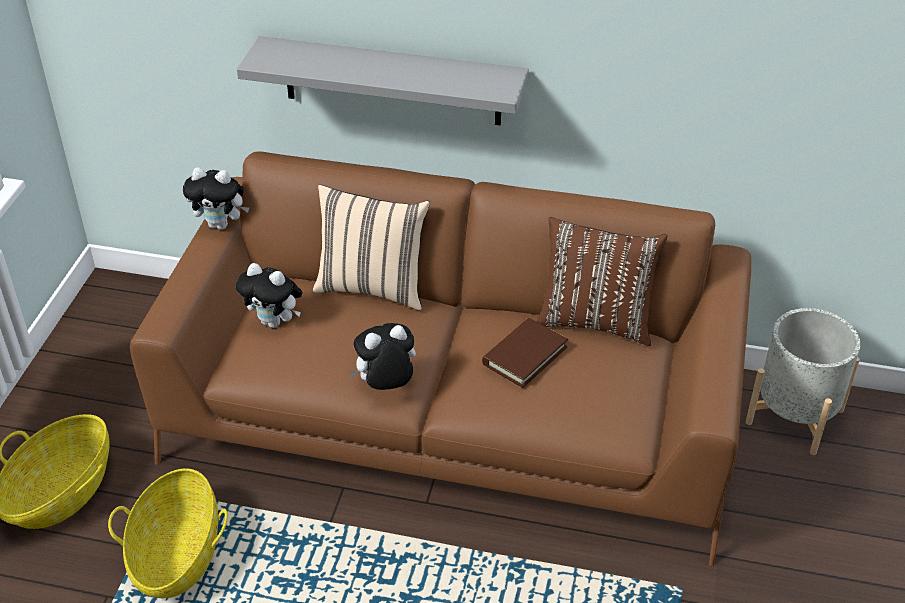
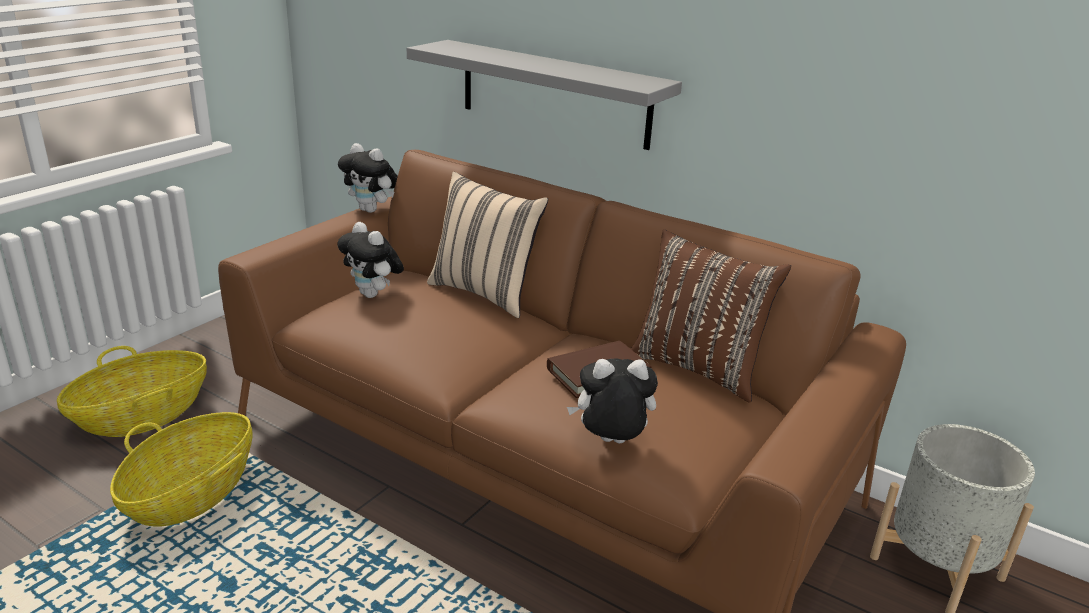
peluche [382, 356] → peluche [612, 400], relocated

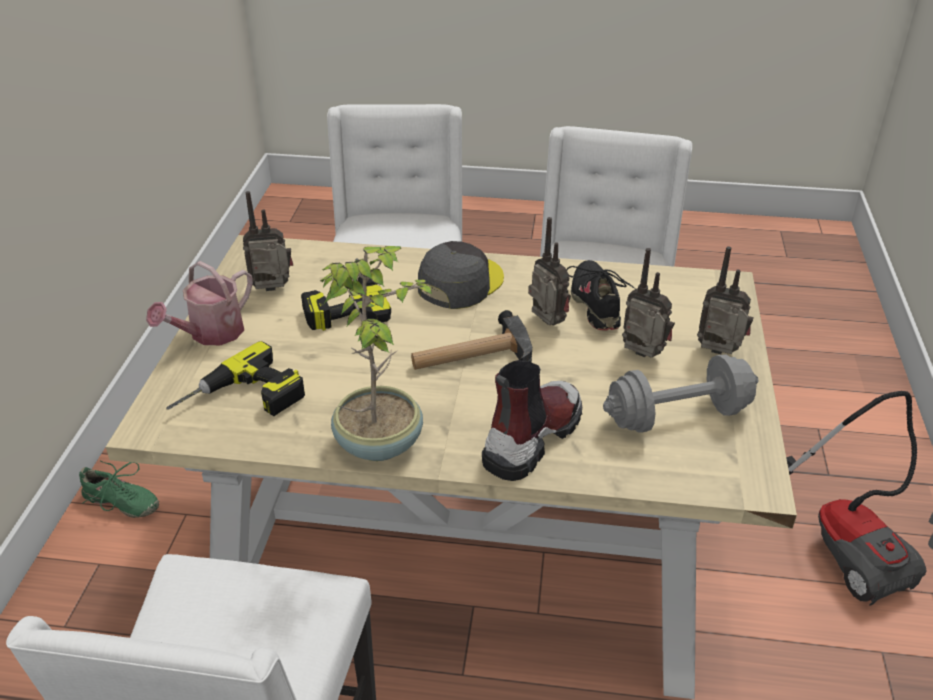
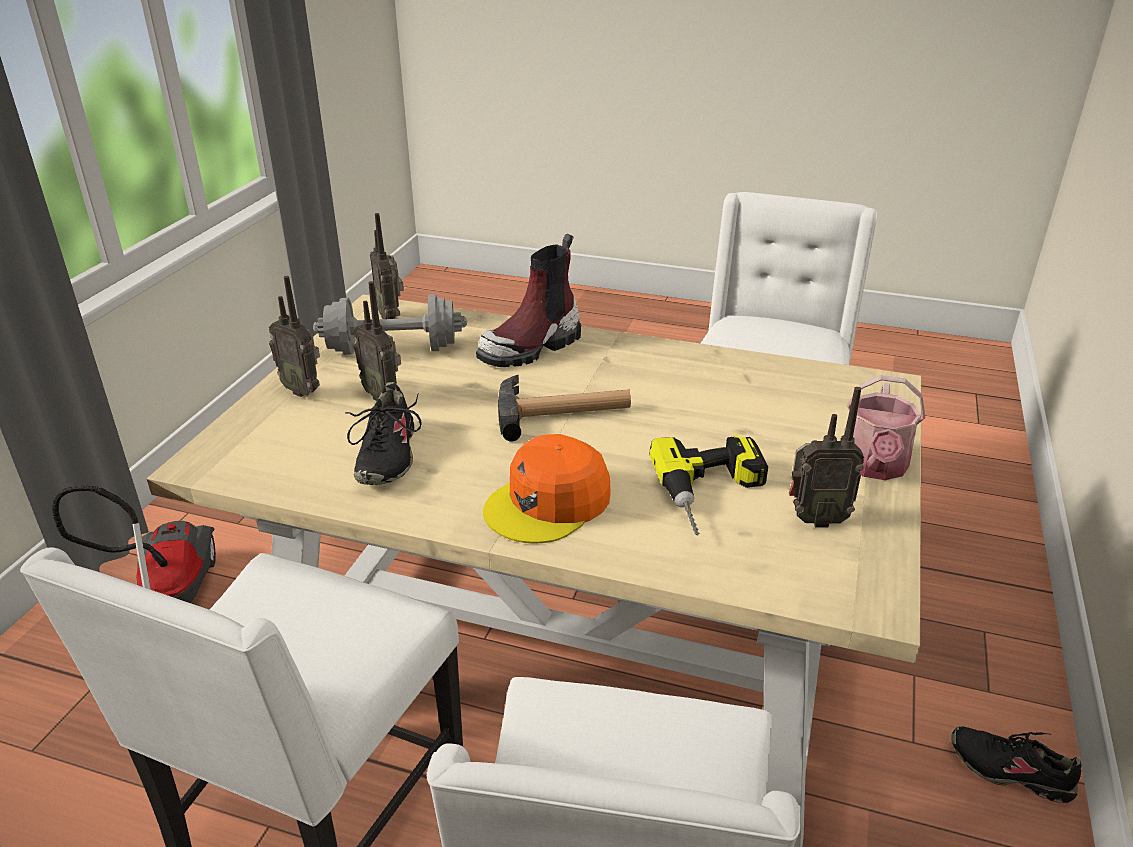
chaussure [vert] [119, 489] → chaussure [noir] [1016, 764]
arrosoir [199, 303] → arrosoir [886, 427], 150 degrees clockwise
perceuse [235, 378] → -
plante en pot [377, 353] → -
casquette [gris] [461, 275] → casquette [orange] [547, 489]
radio [549, 271] → radio [387, 266], relocated

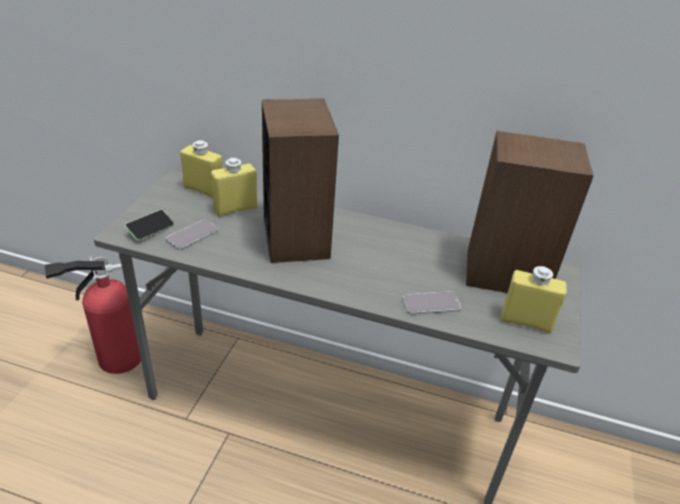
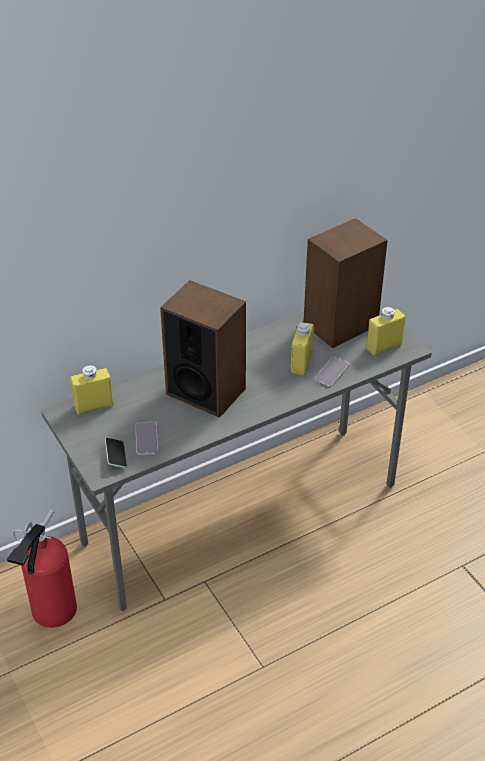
bouteille [jaune] [234, 187] → bouteille [jaune] [302, 348], relocated

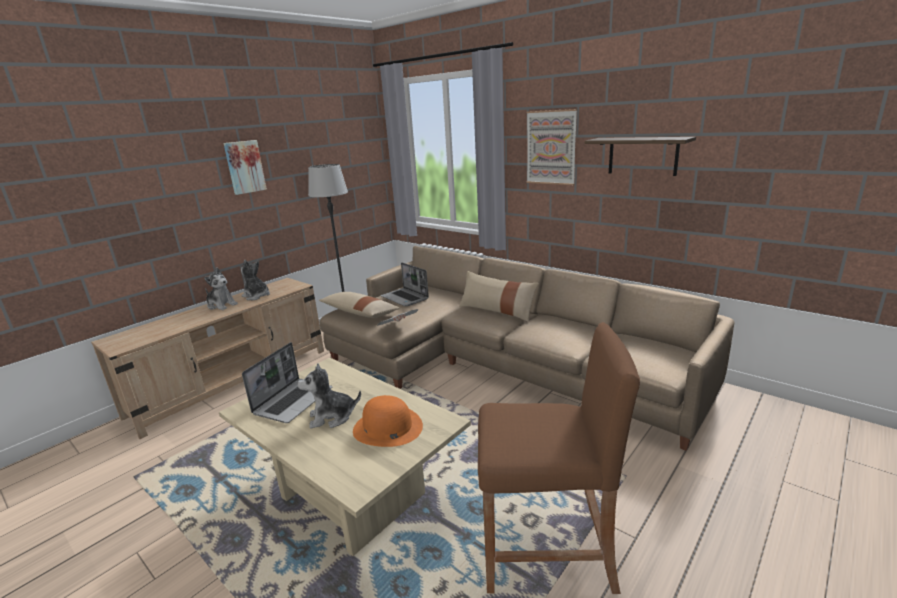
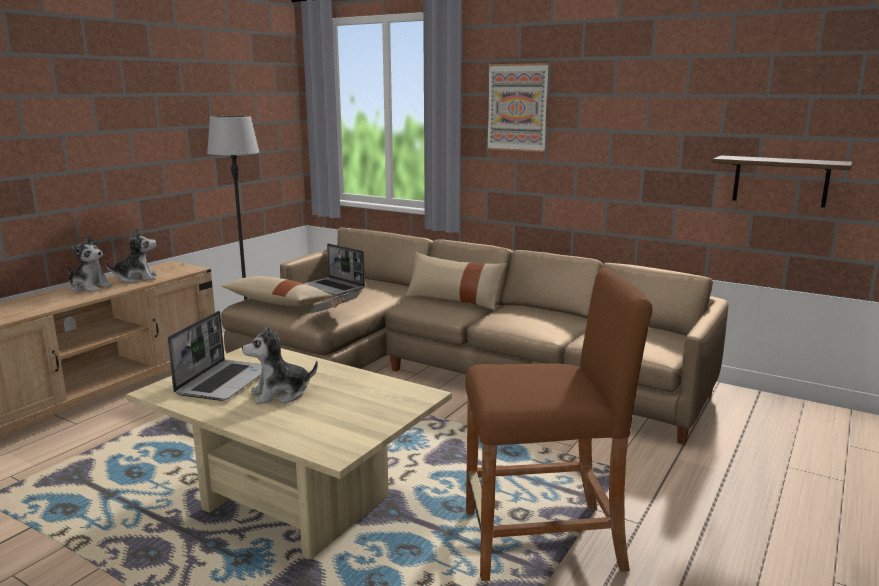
tableau [245, 167] → -
peluche [255, 280] → peluche [131, 255], 135 degrees clockwise
chapeau [orange] [388, 421] → -
étagère [640, 156] → étagère [782, 181], relocated

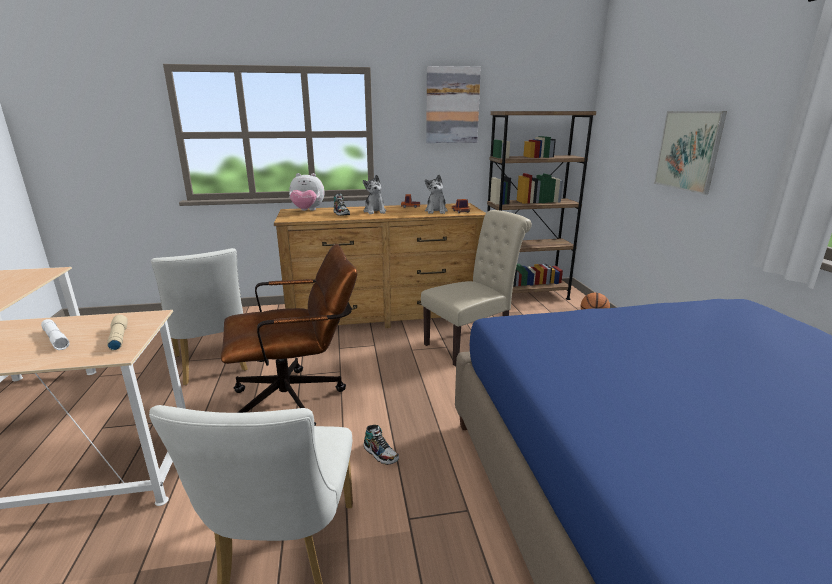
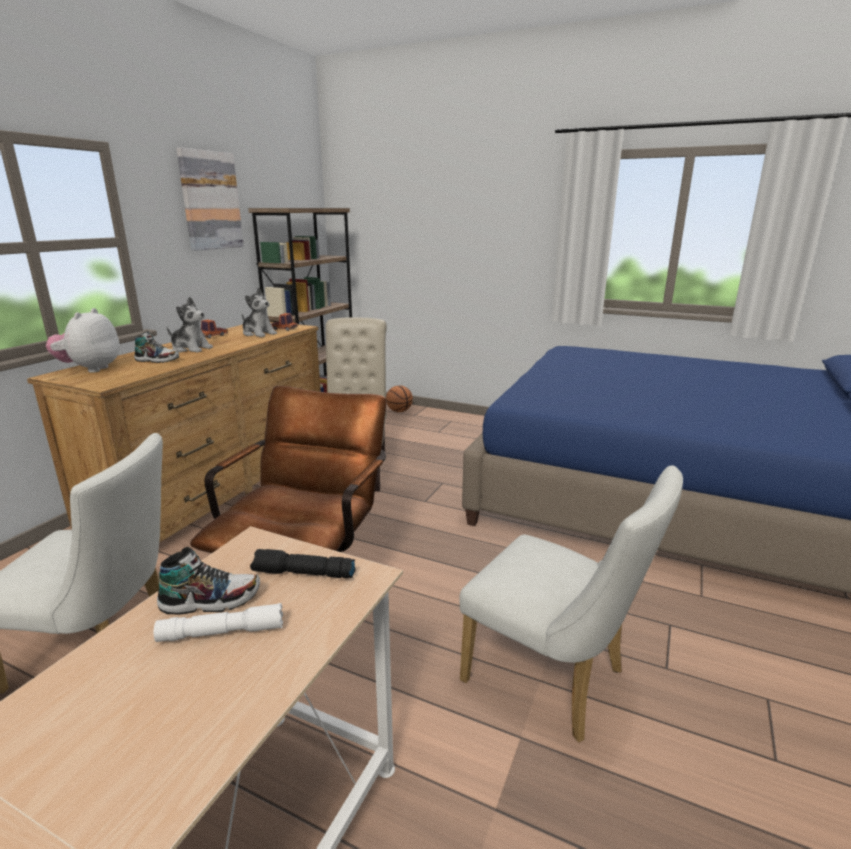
lampe de poche [beige] [117, 332] → lampe de poche [noir] [303, 563]
peluche [306, 192] → peluche [83, 340], 150 degrees clockwise
chaussure [381, 445] → chaussure [208, 580], relocated
tableau [690, 153] → -

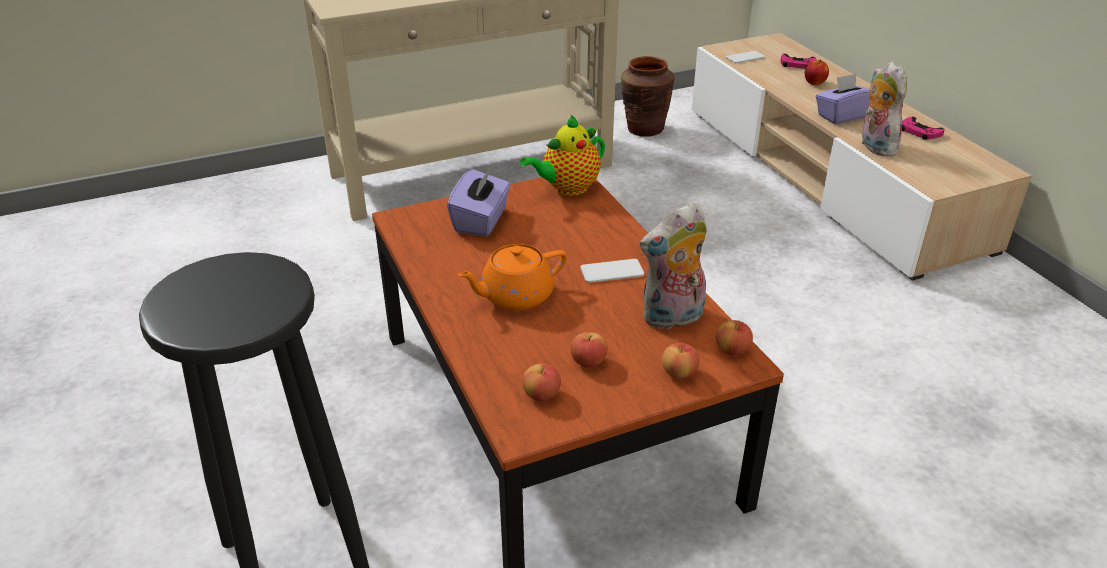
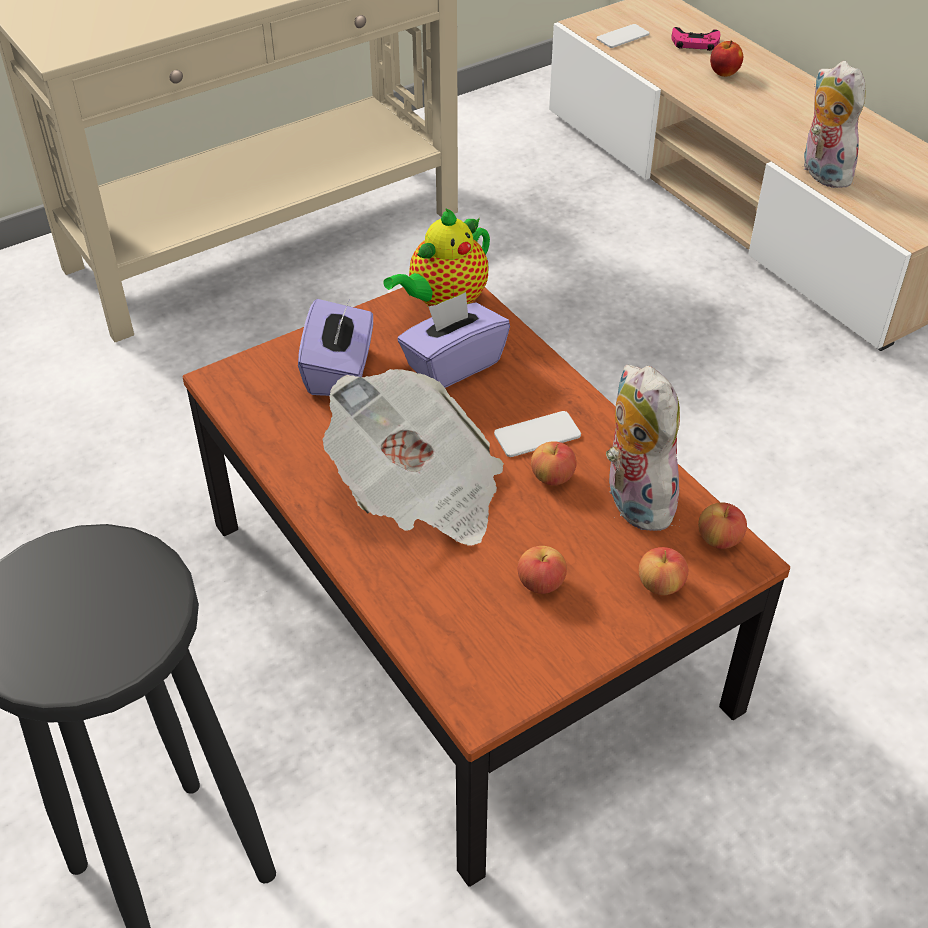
théière [orange] [512, 277] → journal [413, 457]
pomme [541, 382] → pomme [554, 463], relocated
vase [marron] [648, 96] → -
peluche [673, 266] → peluche [643, 448], 105 degrees clockwise
boîte à mouchoirs [violet] [843, 99] → boîte à mouchoirs [violet] [454, 340], relocated
manette [rose] [923, 128] → -

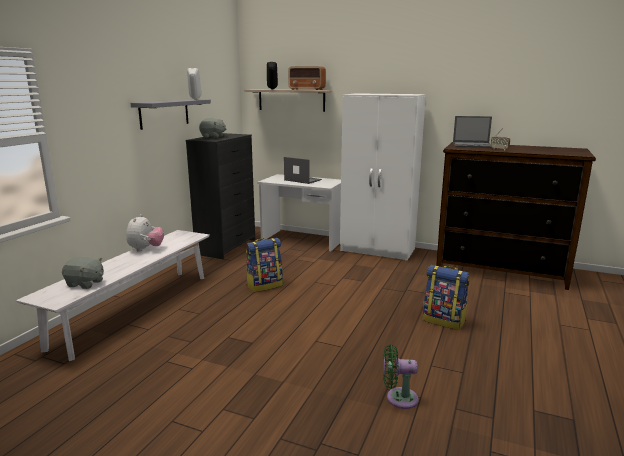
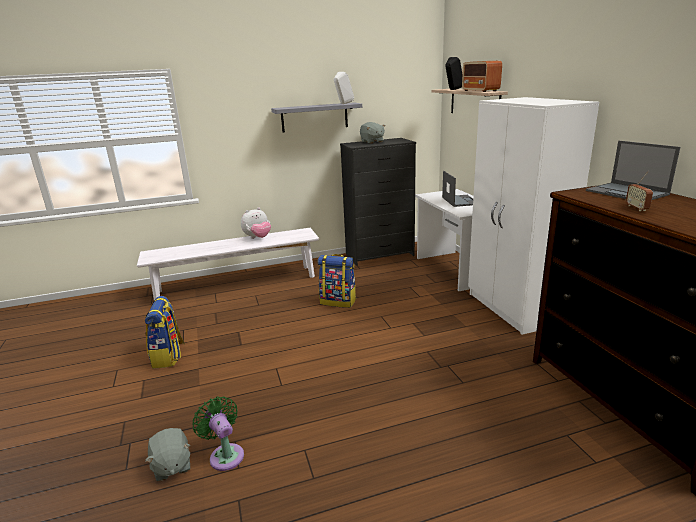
peluche [gris] [83, 273] → peluche [gris] [168, 454], relocated
sac à dos [446, 297] → sac à dos [165, 332], relocated

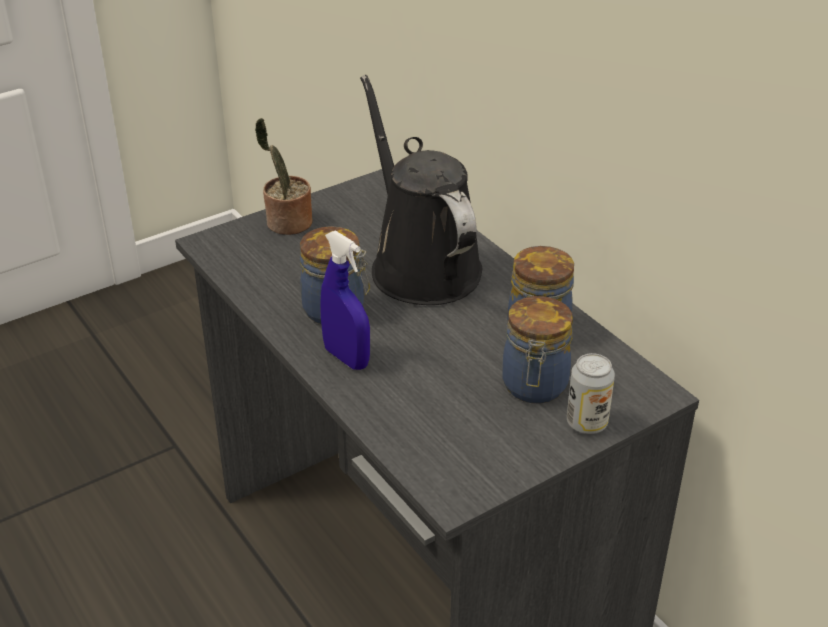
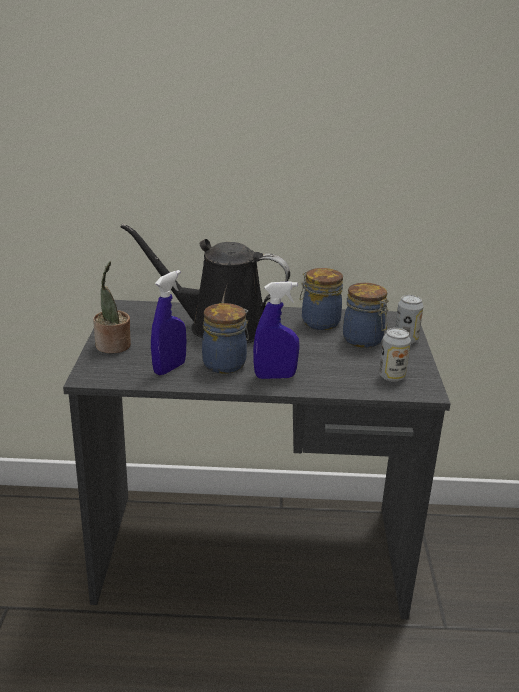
- → vaporisateur [bleu] [168, 322]
- → boîte métallique [395, 355]

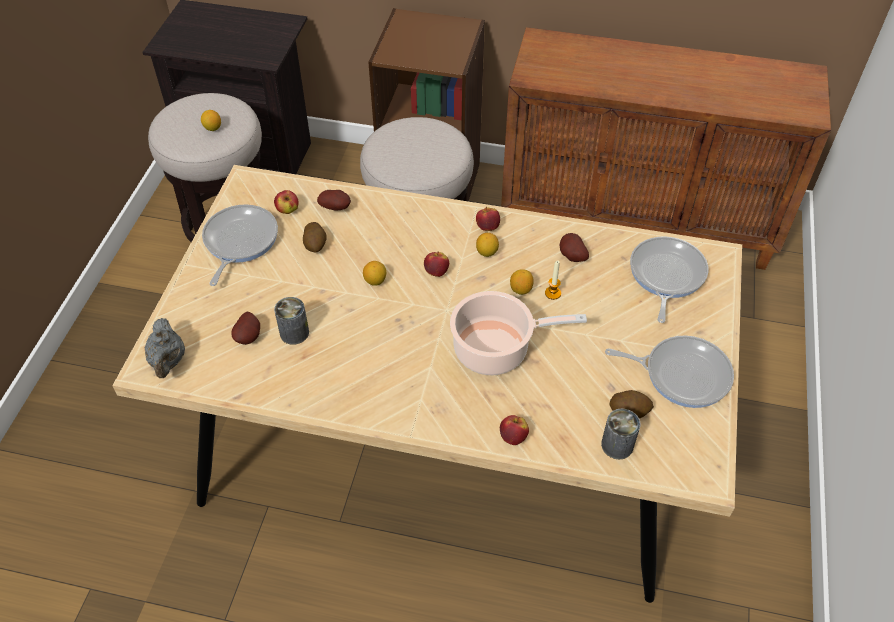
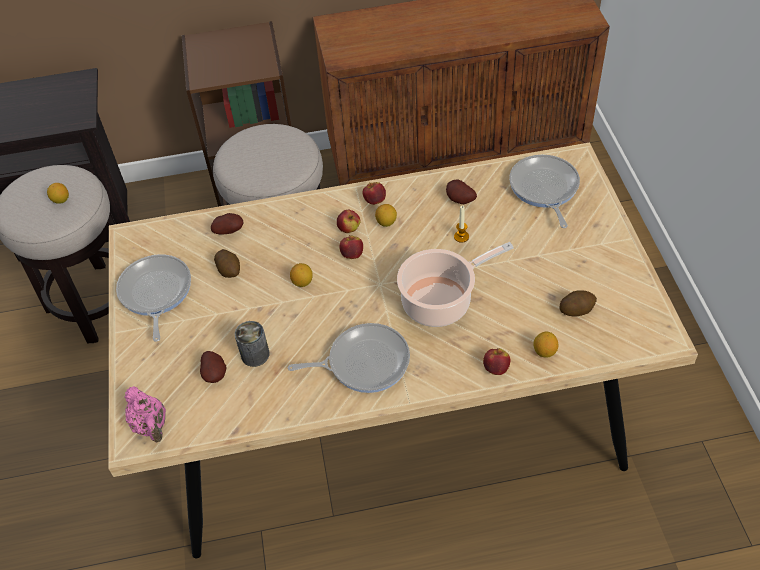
théière [gris] [165, 348] → théière [rose] [145, 414]
pomme [286, 202] → pomme [349, 221], relocated
citron [522, 282] → citron [546, 344], relocated
boîte métallique [620, 434] → -
poêle [669, 371] → poêle [349, 358], relocated

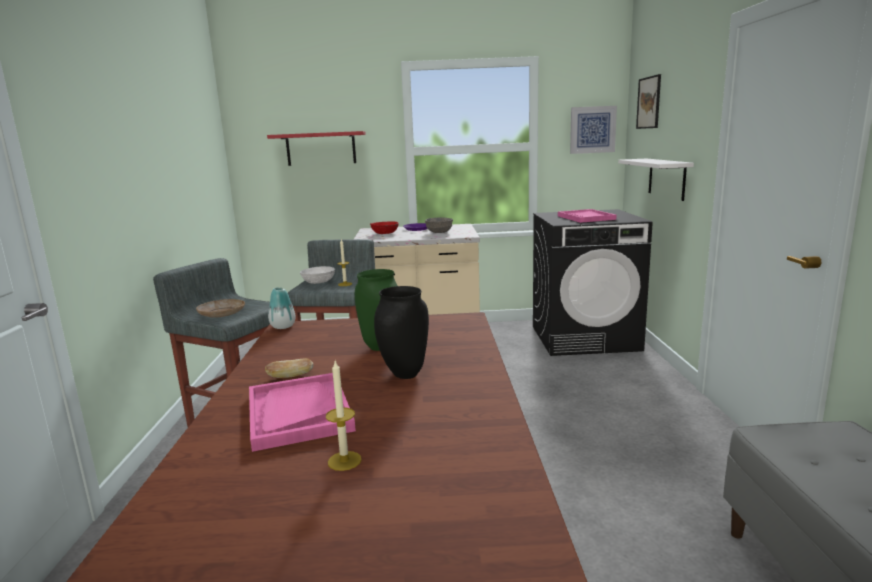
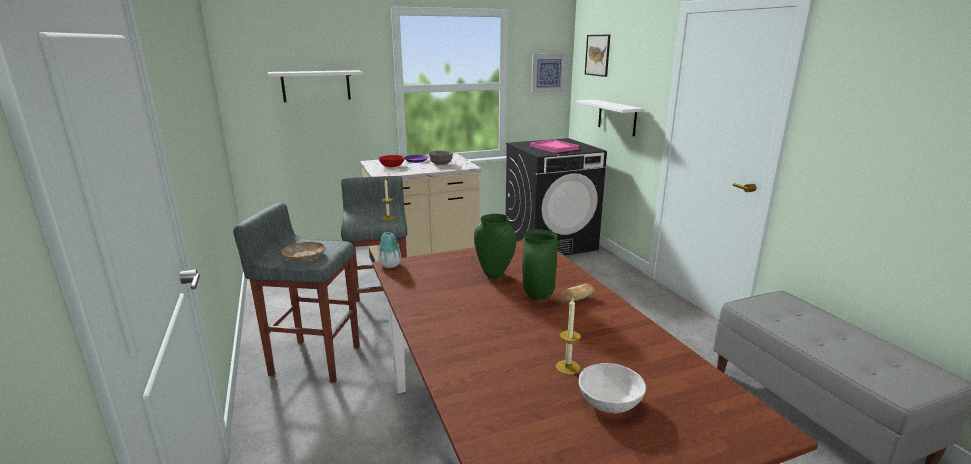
plateau [rose] [302, 412] → -
pain [289, 368] → pain [578, 292], relocated
étagère [rouge] [316, 148] → étagère [blanc] [315, 86]
bol [blanc] [317, 275] → bol [blanc] [612, 388], relocated
vase [noir] [401, 332] → vase [vert] [539, 265]

